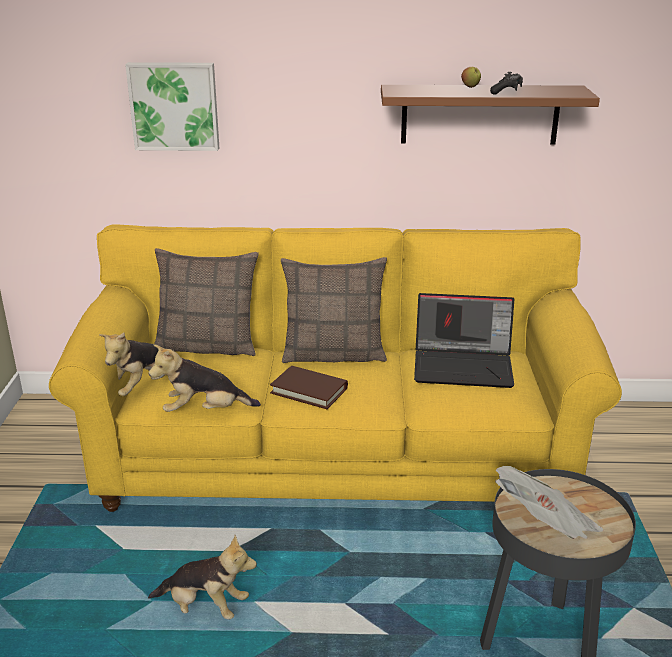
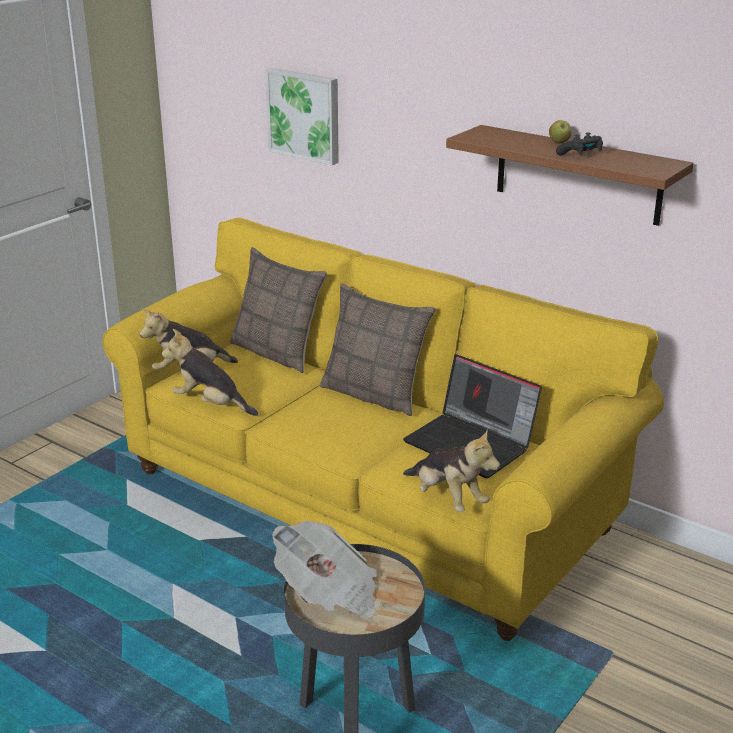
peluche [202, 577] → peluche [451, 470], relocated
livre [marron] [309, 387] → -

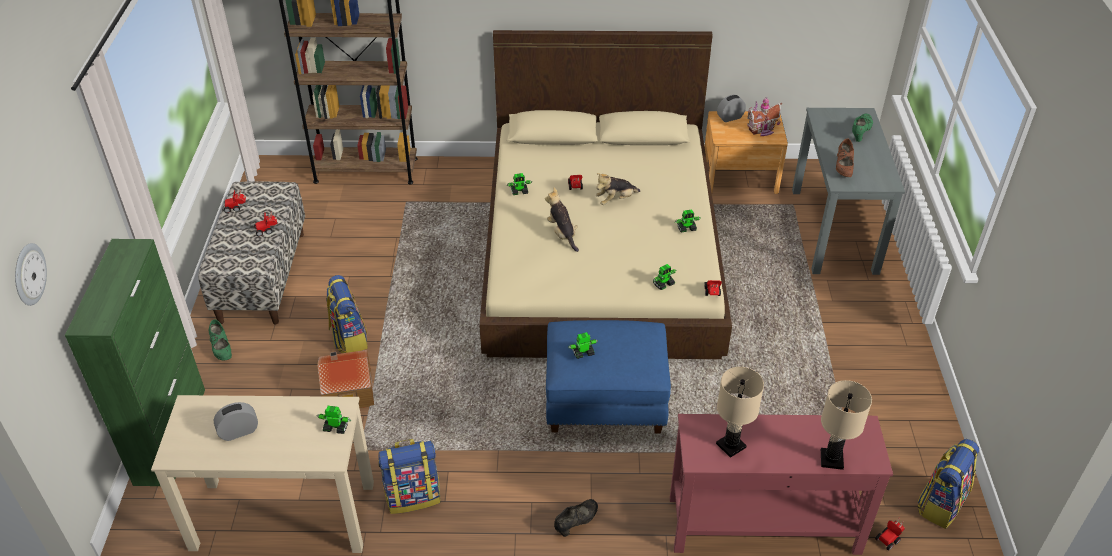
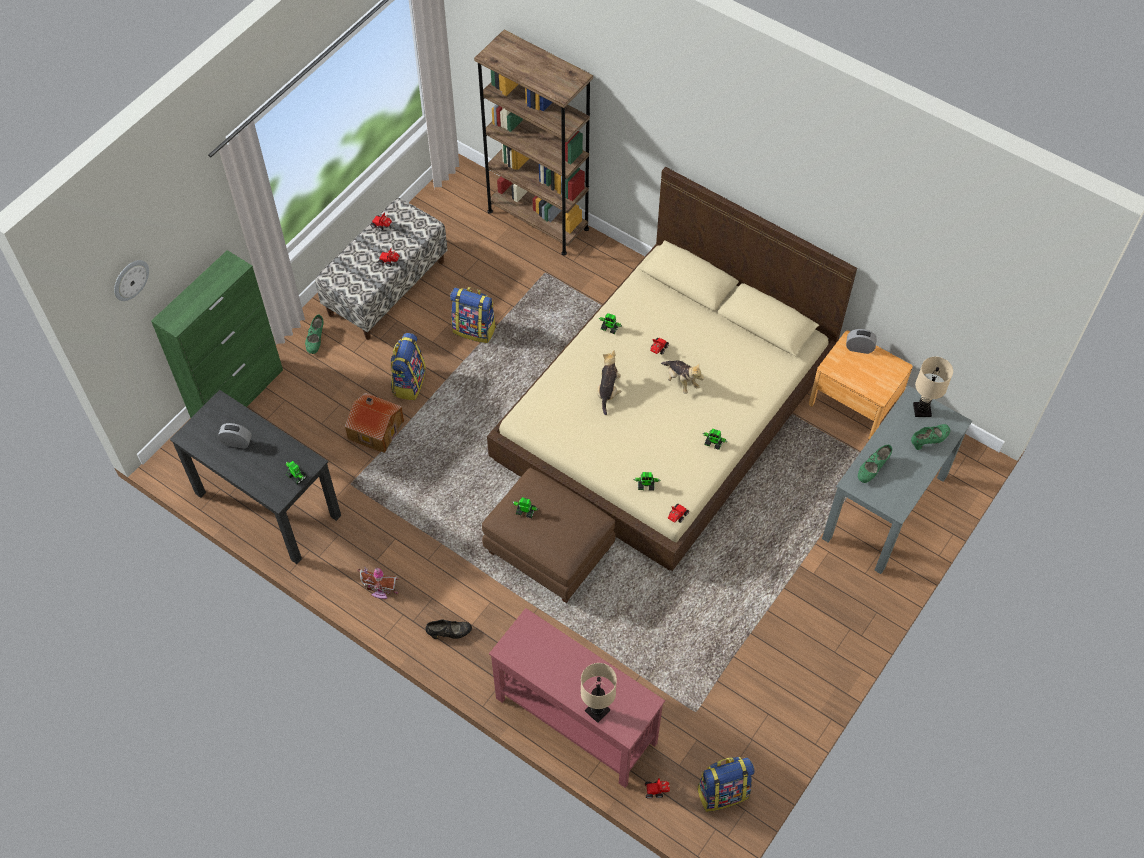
bureau [beige] [262, 474] → bureau [noir] [255, 477]
sac à dos [409, 476] → sac à dos [473, 315], relocated
pouf [bleu] [608, 377] → pouf [marron] [548, 535]
peluche [618, 189] → peluche [682, 377], 135 degrees counterclockwise
lampe de table [beige] [740, 412] → lampe de table [beige] [933, 387], relocated
maison miniature [764, 116] → maison miniature [378, 583], relocated
chaussure [marron] [845, 158] → chaussure [vert] [875, 464]

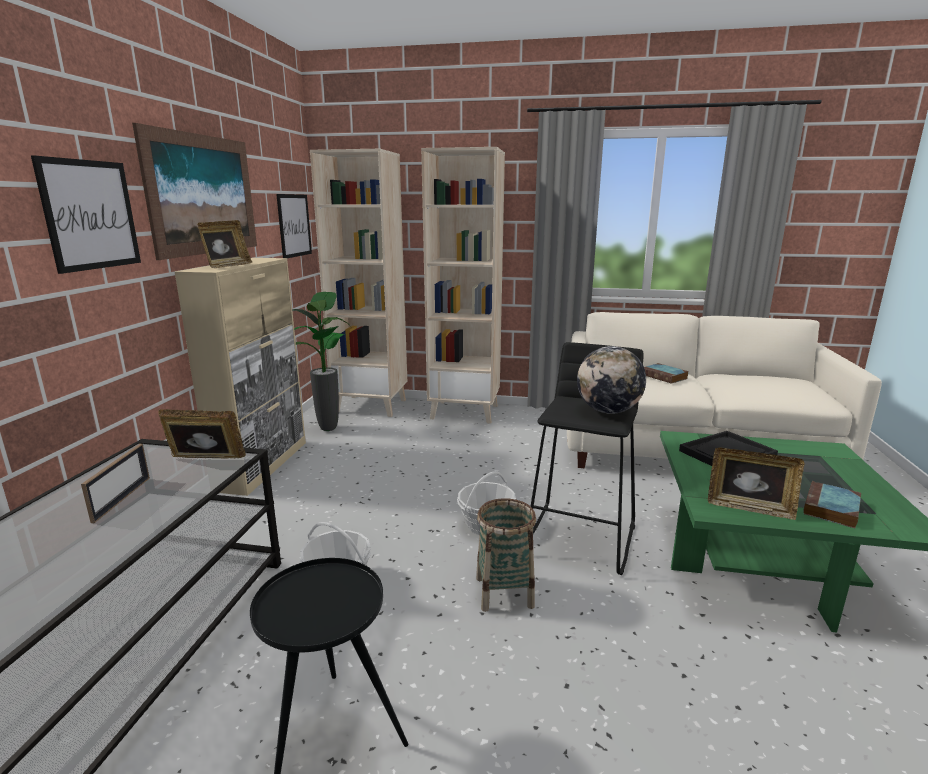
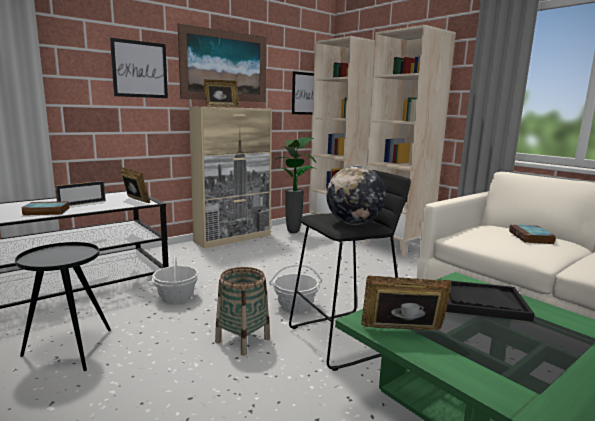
cadre photo [756, 484] → cadre photo [406, 302], 120 degrees clockwise
livre [832, 504] → livre [45, 208], relocated

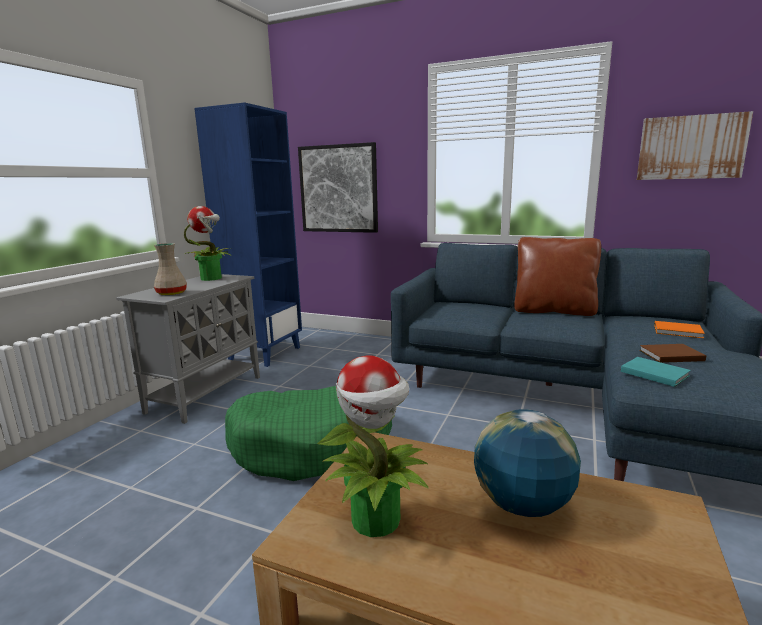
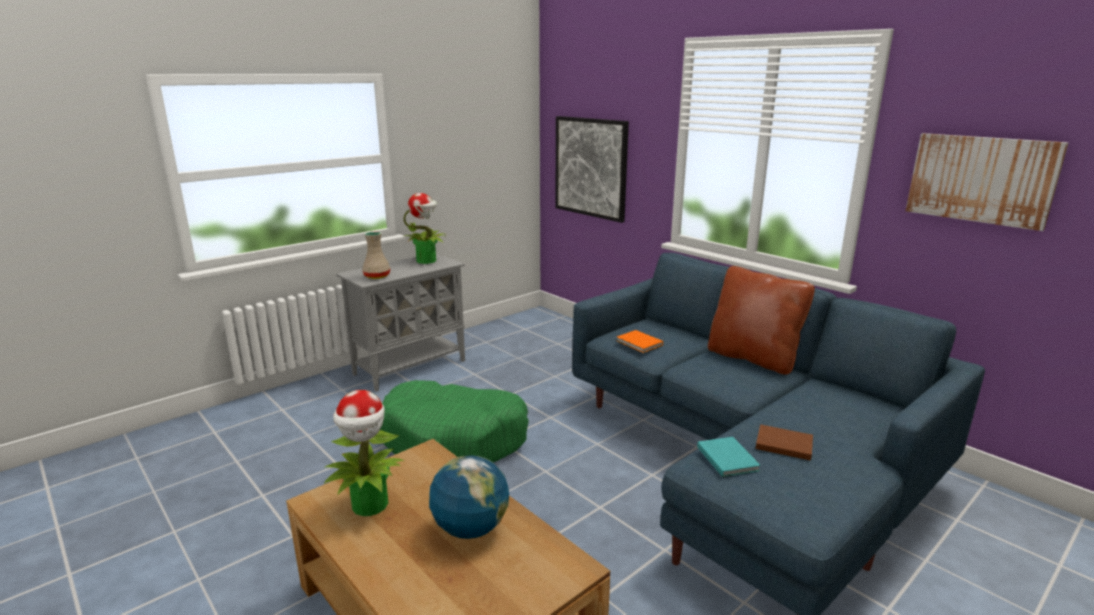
bibliothèque [bleu] [248, 234] → -
livre [orange] [679, 329] → livre [orange] [639, 341], relocated

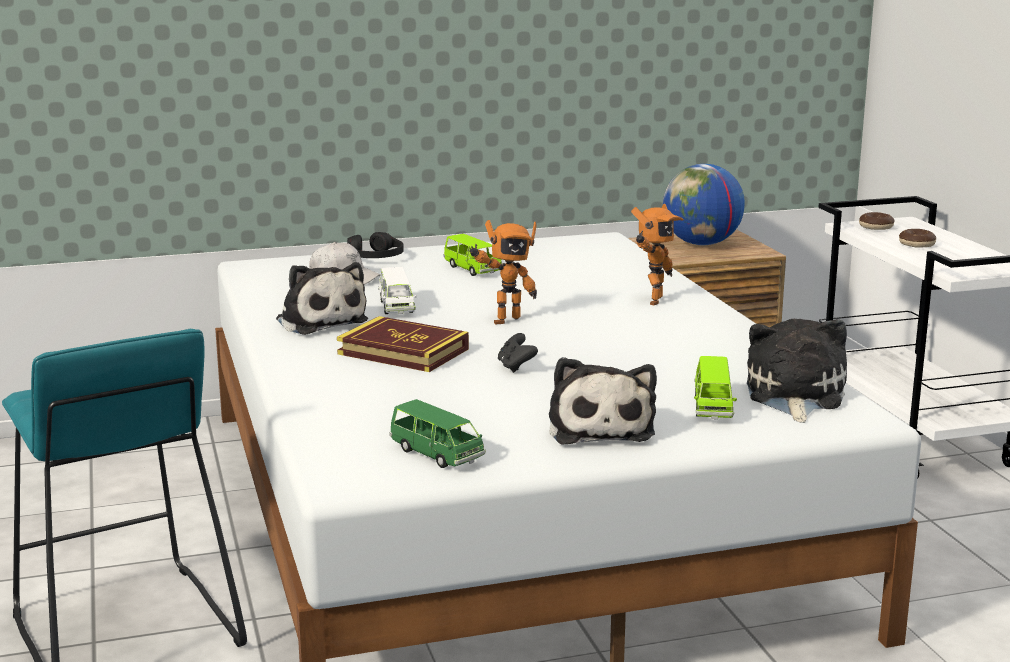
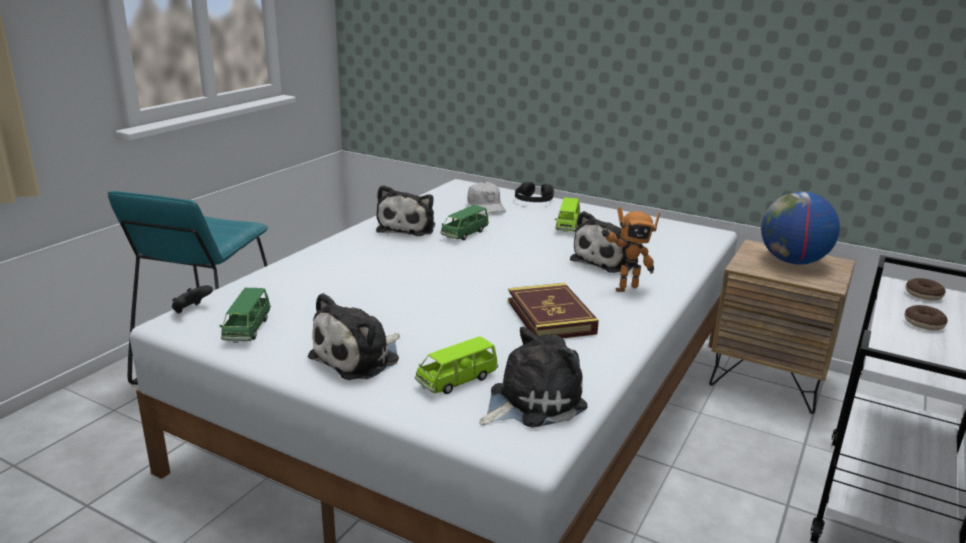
livre [403, 344] → livre [553, 310], relocated
petite voiture [blanc] [397, 290] → petite voiture [vert] [464, 222]
robot jouet [502, 272] → -
manette [noir] [518, 353] → manette [noir] [192, 299], relocated
- → peluche [604, 242]

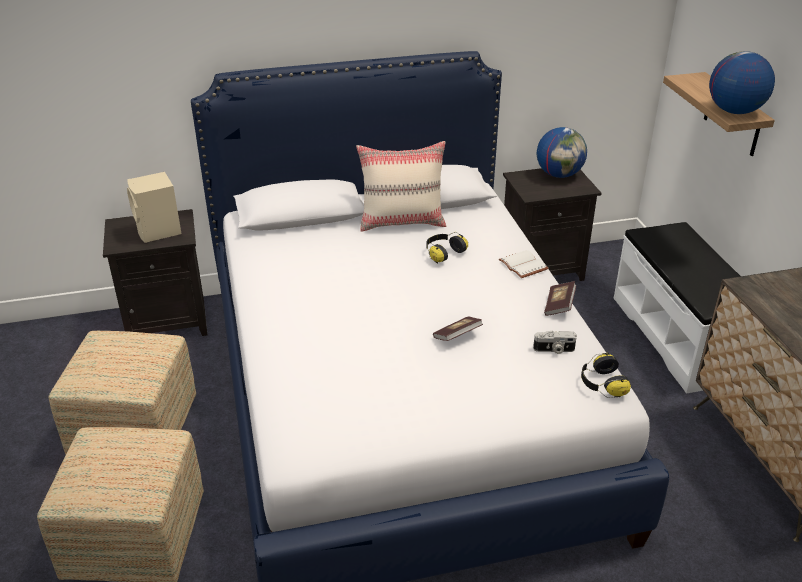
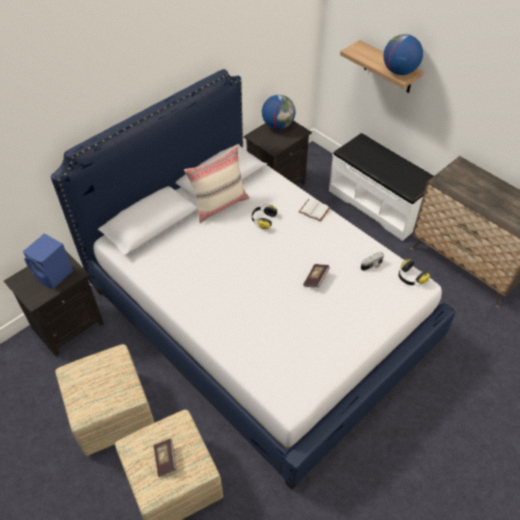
enceinte [beige] [154, 207] → enceinte [bleu] [48, 261]
livre [560, 298] → livre [165, 458], relocated

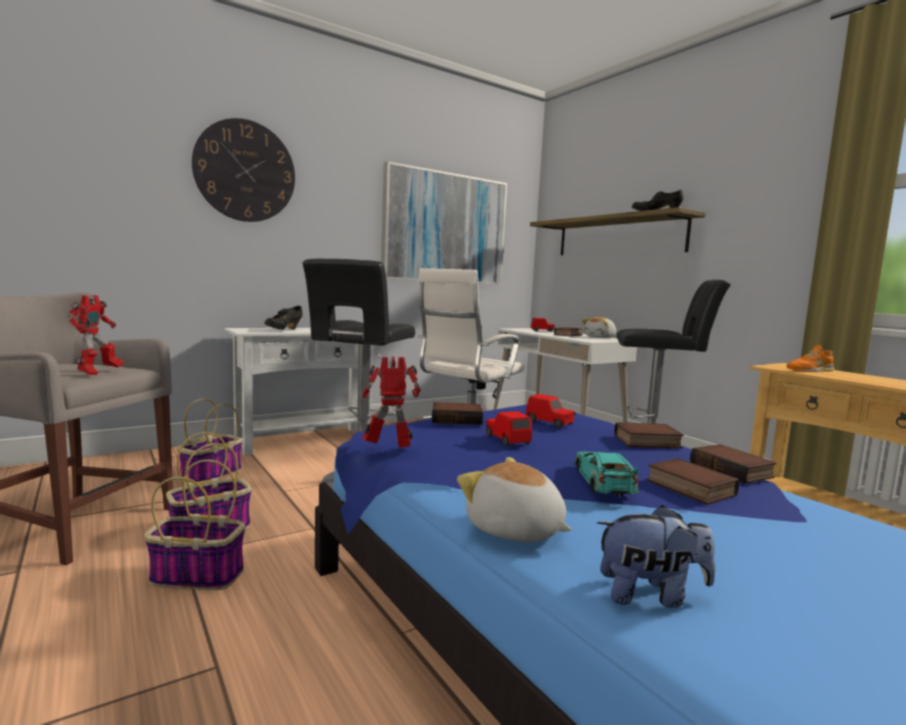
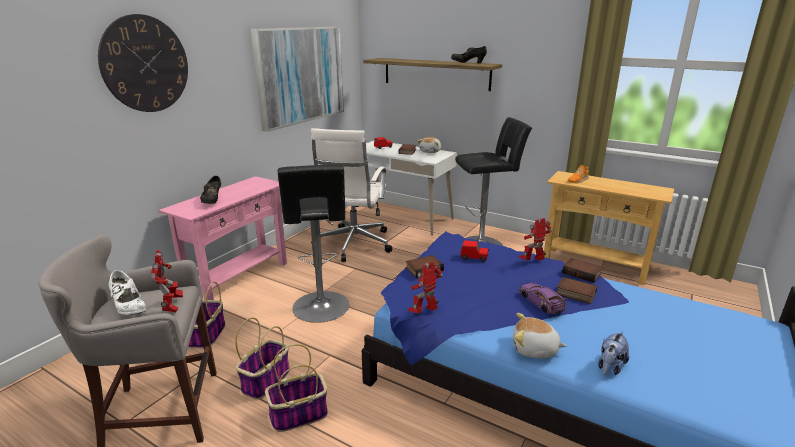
table console [blanc] [298, 392] → table console [rose] [223, 238]
petite voiture [rouge] [509, 428] → -
petite voiture [turquoise] [607, 473] → petite voiture [violet] [543, 298]
peluche [656, 556] → peluche [613, 353], 150 degrees clockwise
livre [649, 435] → robot jouet [535, 239]
- → chaussure [blanc] [127, 292]

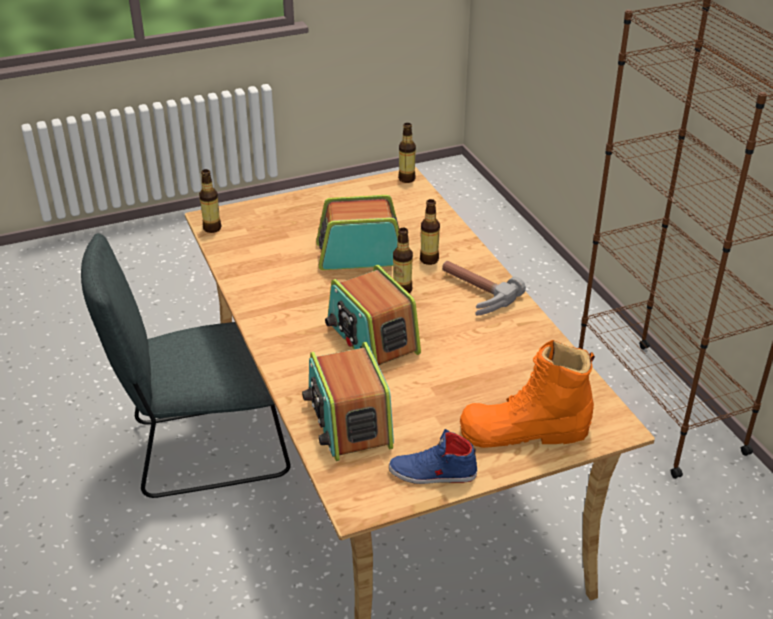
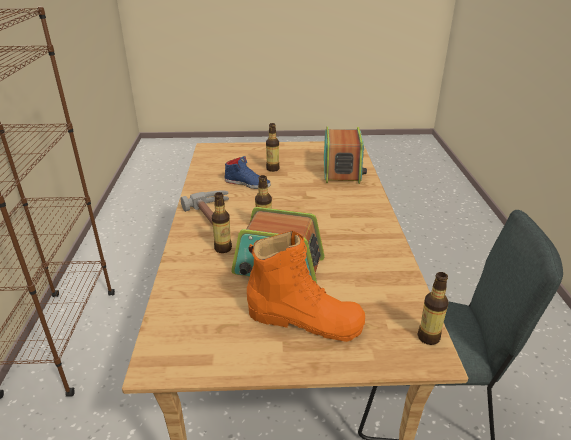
radio [373, 315] → -
chaussure [bleu] [433, 456] → chaussure [bleu] [247, 172], relocated
bouteille [407, 153] → bouteille [273, 147], relocated
botte [orange] [527, 394] → botte [orange] [306, 286], relocated

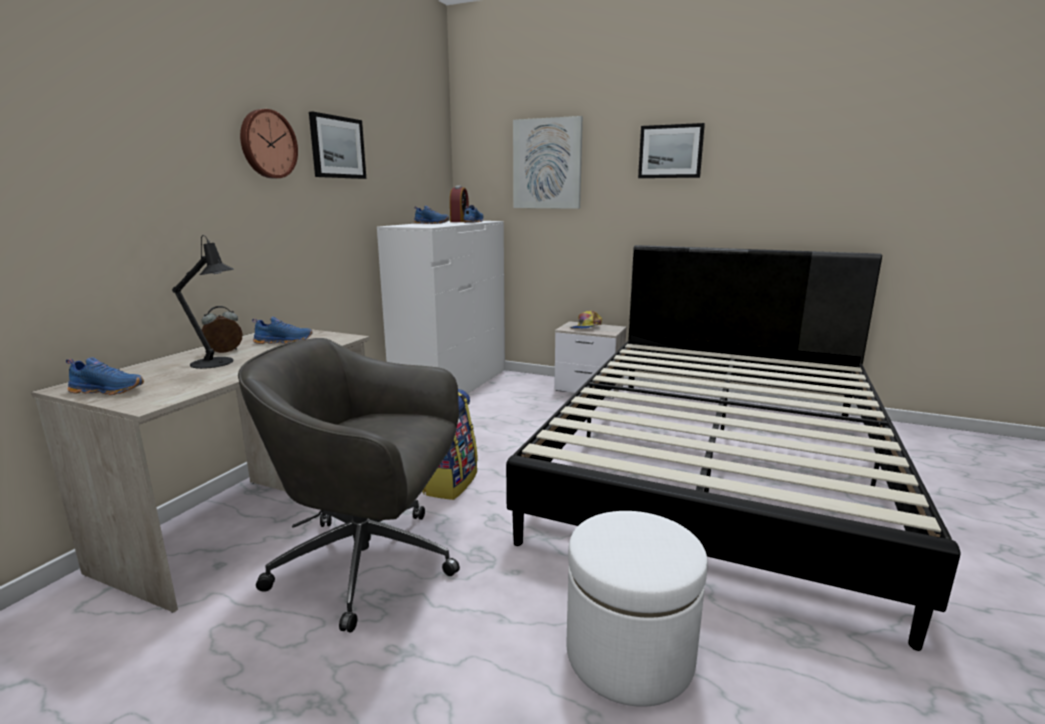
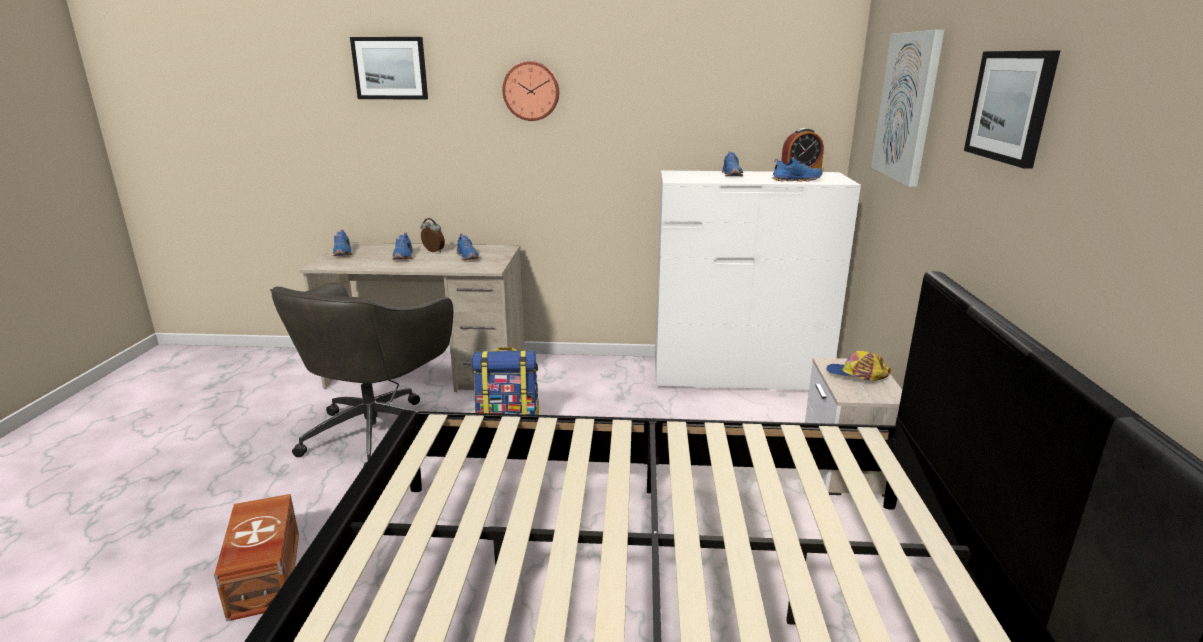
lampe de table [noir] [203, 302] → chaussure [bleu] [403, 246]
chaise de bureau [gris] [349, 485] → chaise de bureau [gris] [361, 375], 150 degrees counterclockwise
tableau [337, 145] → tableau [389, 68], relocated
pouf [blanc] [637, 609] → boîte de rangement [marron] [256, 558]

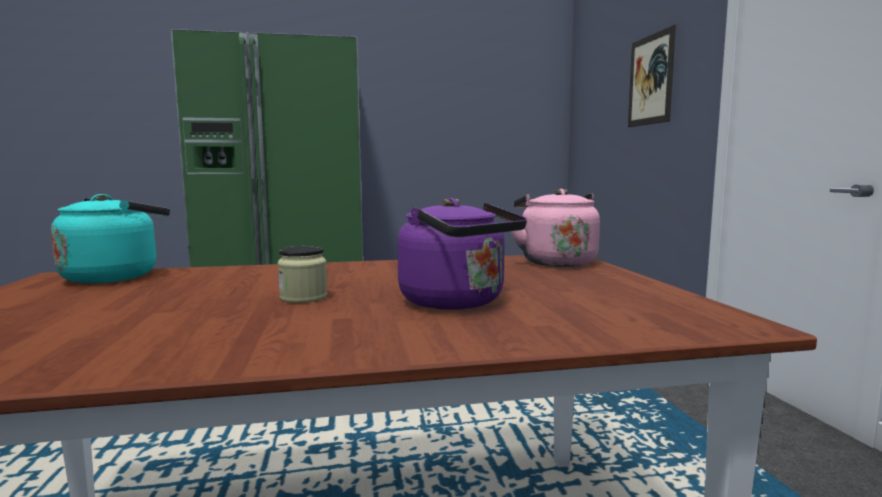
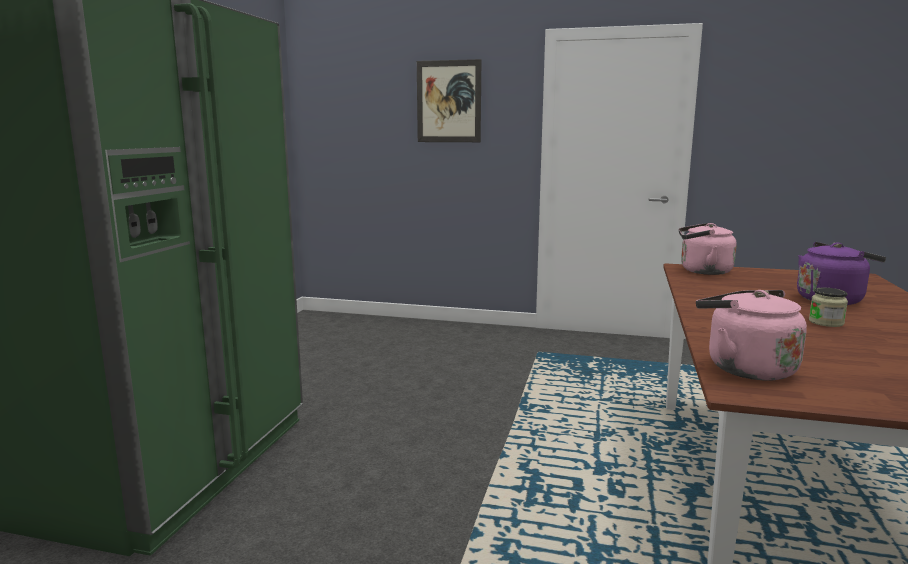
bouilloire [turquoise] [110, 239] → bouilloire [rose] [751, 335]

